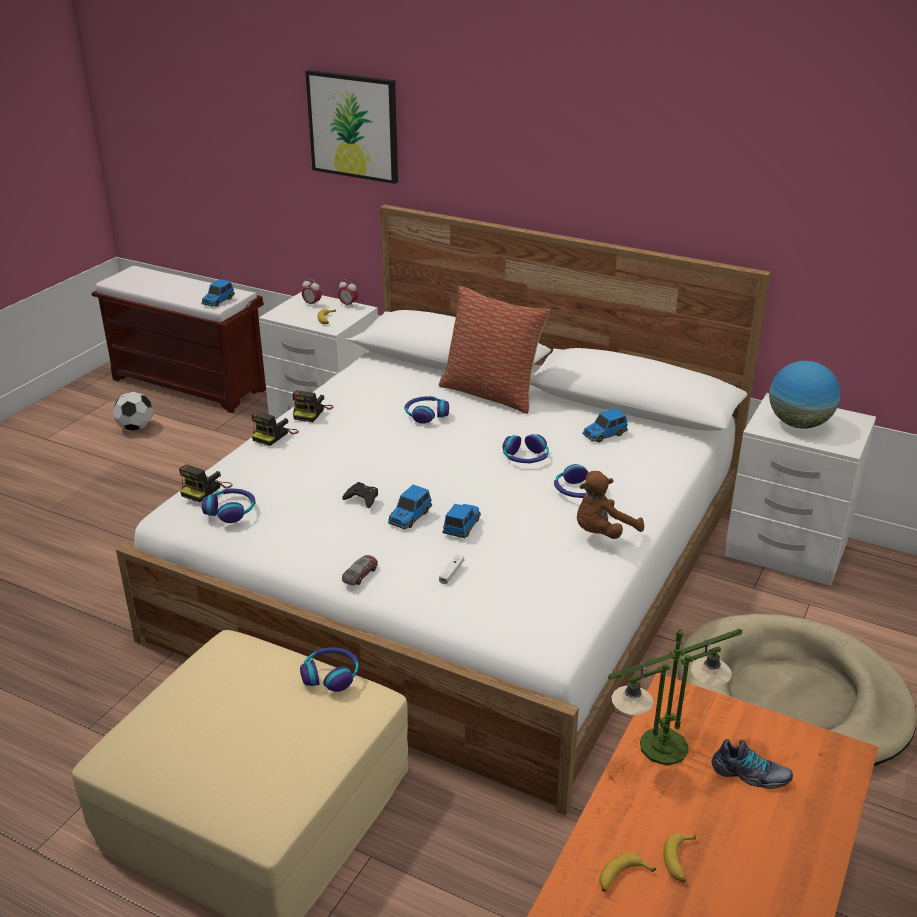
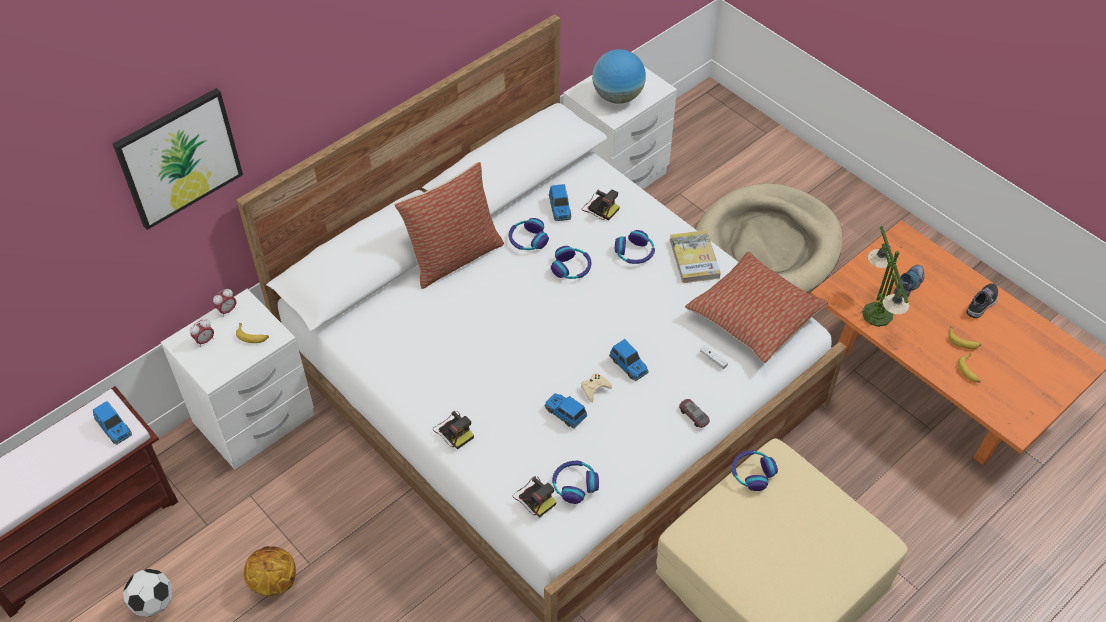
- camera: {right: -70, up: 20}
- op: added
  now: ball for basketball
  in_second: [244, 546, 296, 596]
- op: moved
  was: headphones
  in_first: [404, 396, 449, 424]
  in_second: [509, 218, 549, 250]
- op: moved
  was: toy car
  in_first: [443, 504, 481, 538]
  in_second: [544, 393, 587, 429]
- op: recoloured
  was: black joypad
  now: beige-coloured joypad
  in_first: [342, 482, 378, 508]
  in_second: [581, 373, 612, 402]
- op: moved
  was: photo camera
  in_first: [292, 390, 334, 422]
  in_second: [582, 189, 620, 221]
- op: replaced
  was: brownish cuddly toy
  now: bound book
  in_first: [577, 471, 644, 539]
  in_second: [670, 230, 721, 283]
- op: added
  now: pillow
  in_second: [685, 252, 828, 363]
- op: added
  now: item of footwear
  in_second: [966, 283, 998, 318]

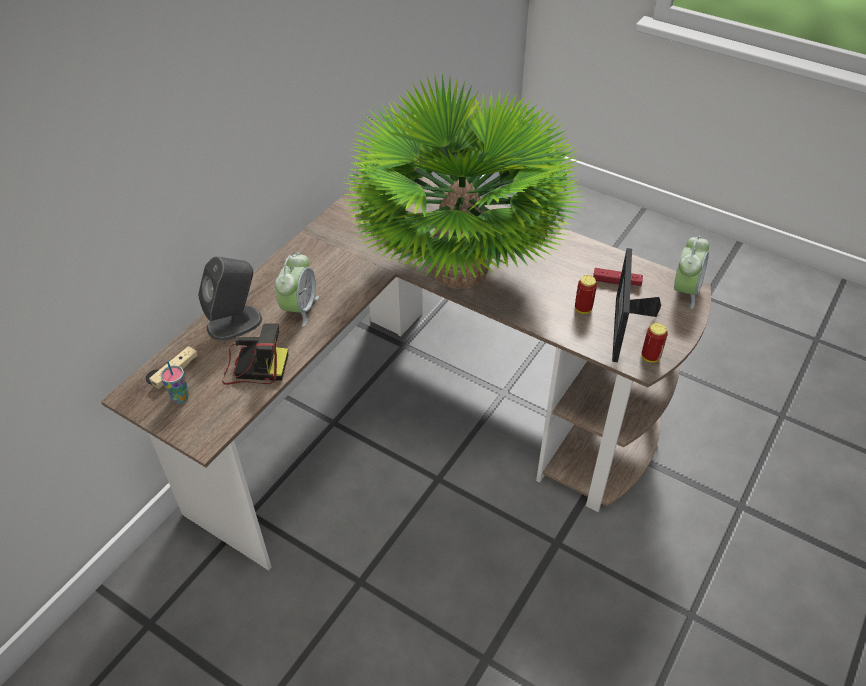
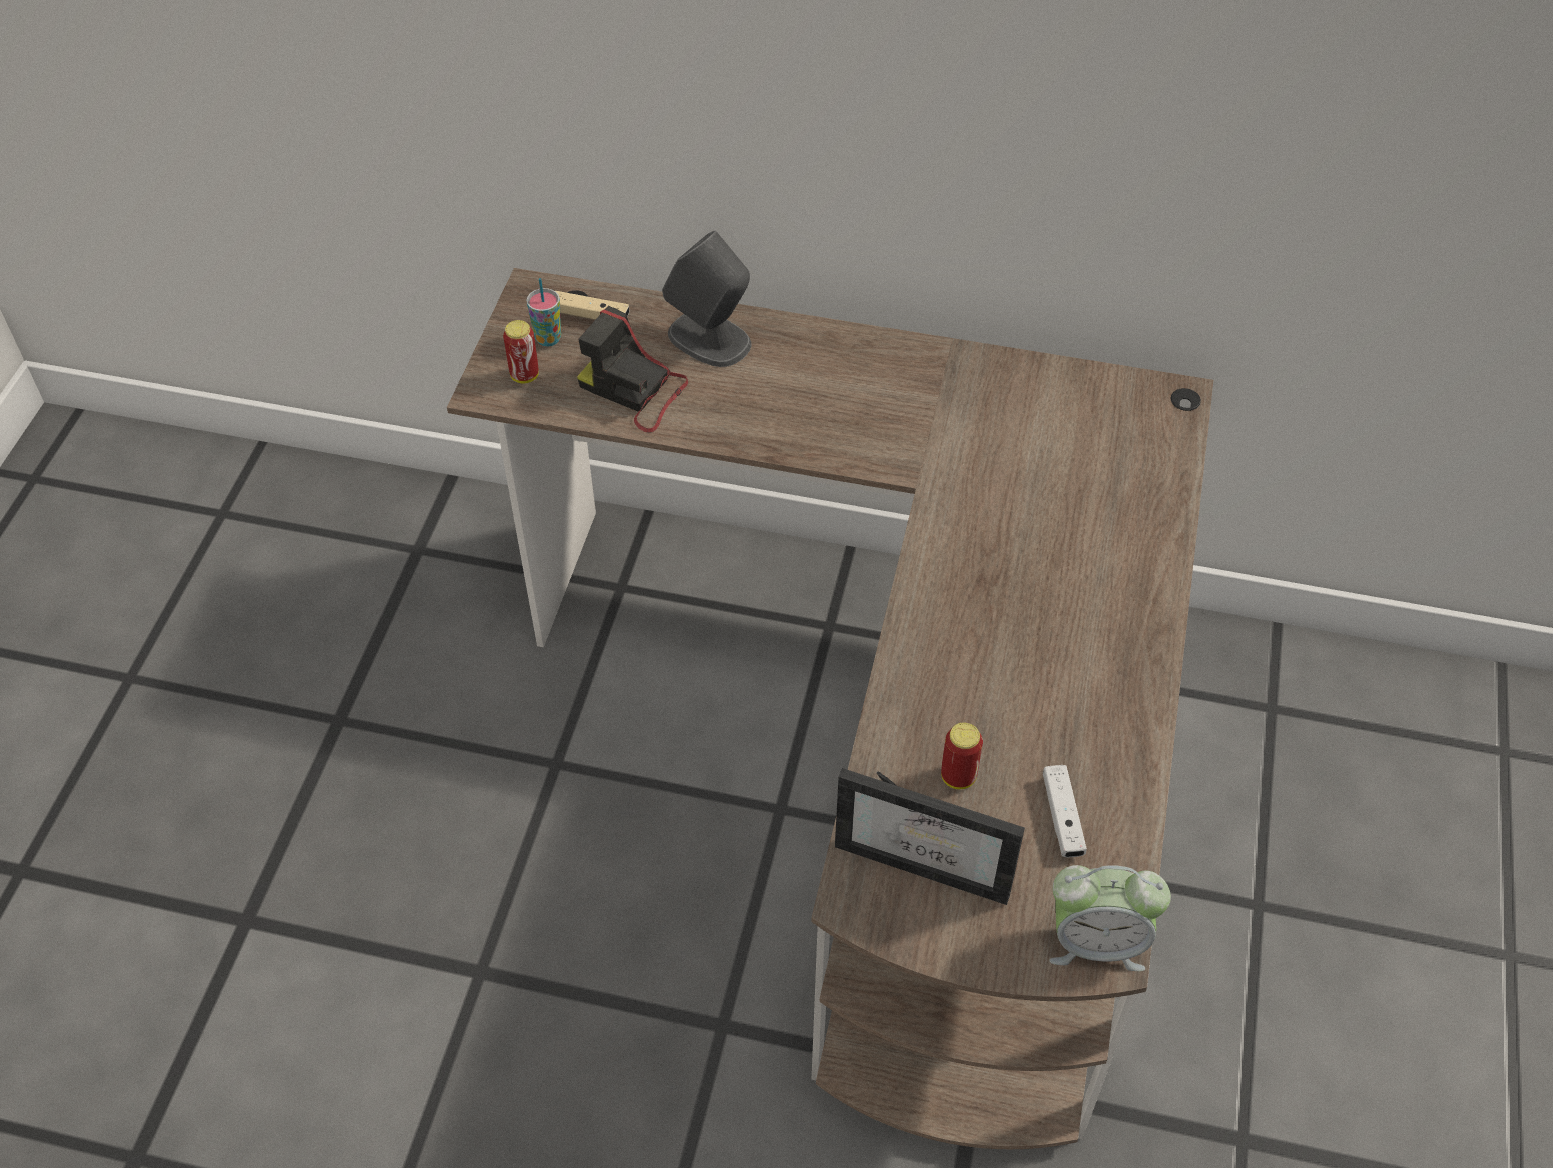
- camera: {right: 70, up: 5}
- op: moved
  was: sealed can
  in_first: [641, 323, 668, 363]
  in_second: [503, 320, 539, 383]
- op: turned
  was: photo camera
  in_first: [222, 323, 288, 385]
  in_second: [577, 306, 688, 432]
  clockwise: 135
- op: turned
  was: photo frame
  in_first: [612, 248, 661, 362]
  in_second: [835, 768, 1025, 905]
  clockwise: -150
- op: recoloured
  was: red-coloured joypad
  now: whitish joypad
  in_first: [593, 268, 643, 286]
  in_second: [1043, 765, 1087, 857]
- op: removed
  was: table clock
  in_first: [275, 253, 319, 327]
- op: removed
  was: houseplant
  in_first: [345, 73, 584, 289]

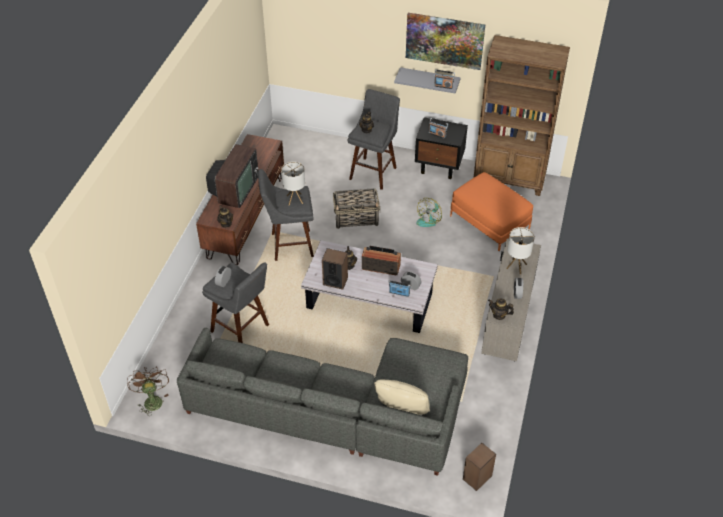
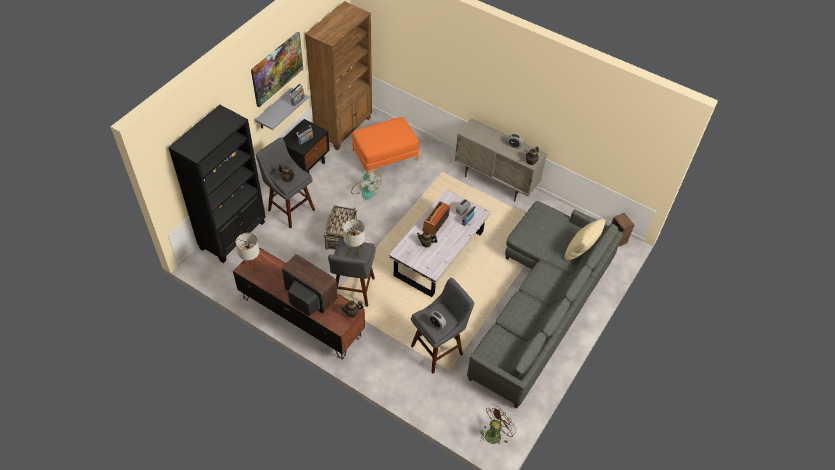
- camera: {right: -75, up: 5}
- op: added
  now: black bookshelf
  in_second: [168, 105, 266, 263]
- op: moved
  was: table lamp
  in_first: [506, 227, 535, 274]
  in_second: [236, 233, 261, 272]
- op: turned
  was: brownish cooling fan
  in_first: [127, 367, 169, 415]
  in_second: [480, 404, 516, 444]
  clockwise: 135
- op: removed
  was: audio speaker
  in_first: [322, 248, 348, 290]

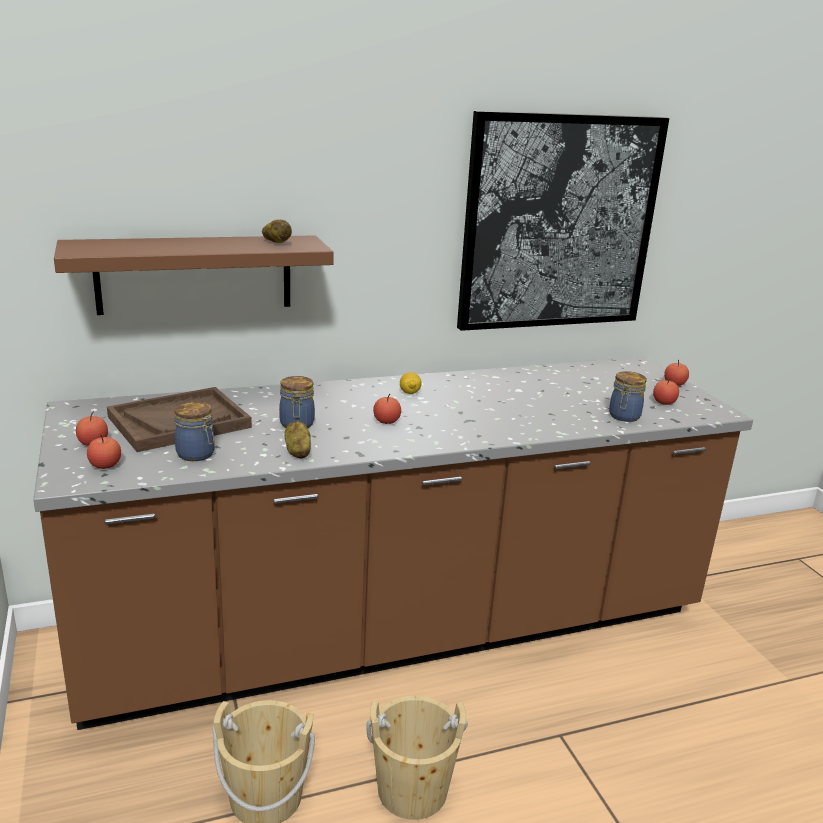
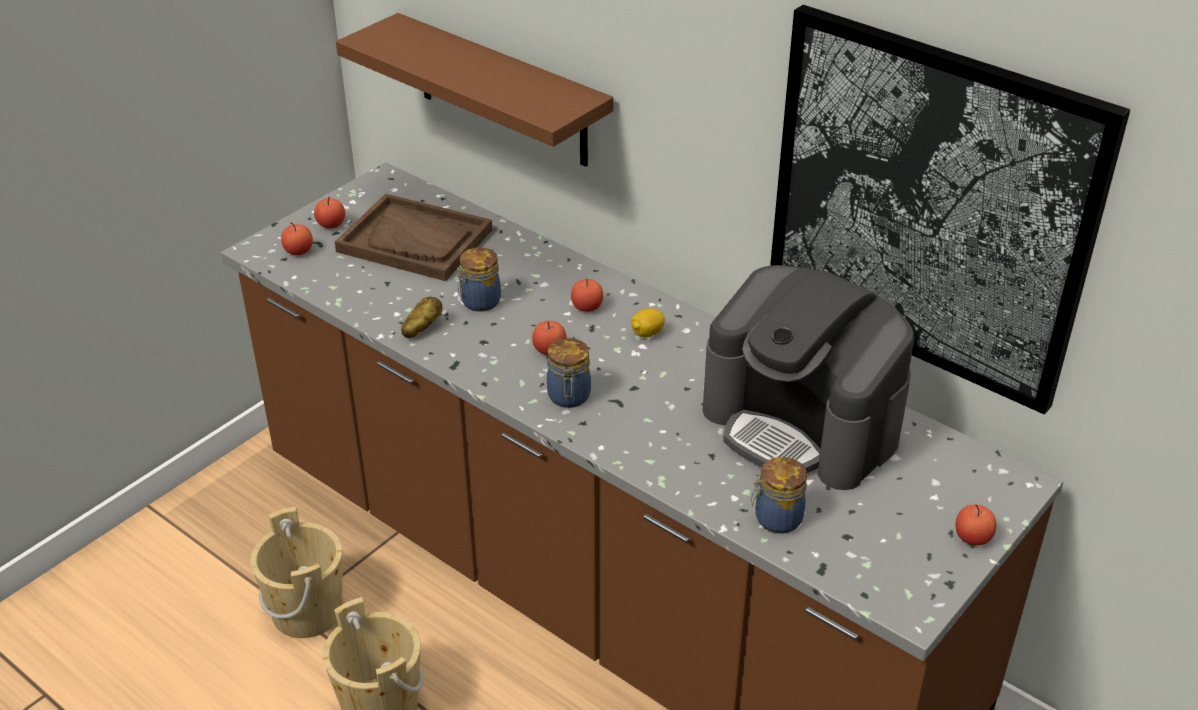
- camera: {right: 60, up: 15}
- op: moved
  was: storage jar
  in_first: [174, 401, 215, 461]
  in_second: [547, 338, 591, 408]
- op: moved
  was: whole apple
  in_first: [653, 377, 679, 405]
  in_second: [571, 279, 603, 312]
- op: added
  now: coffee maker
  in_second: [703, 265, 914, 490]
- op: removed
  was: spud
  in_first: [262, 220, 292, 243]

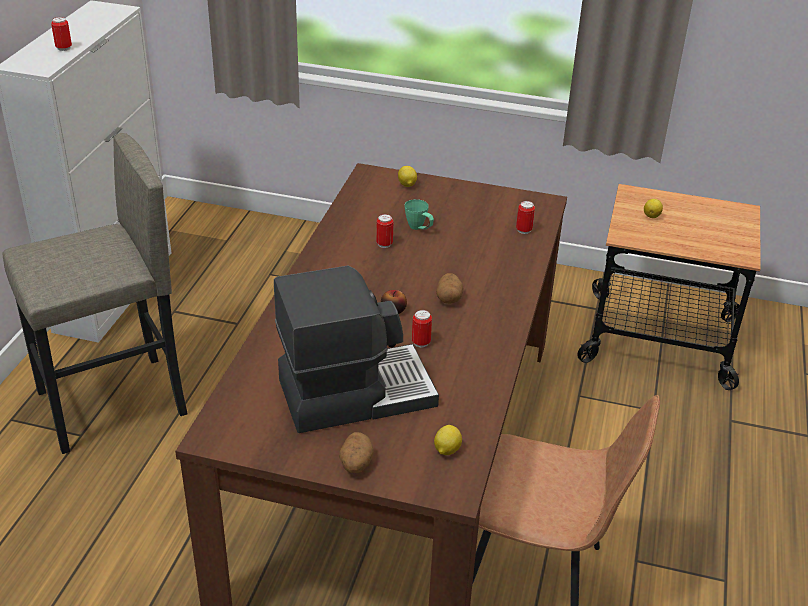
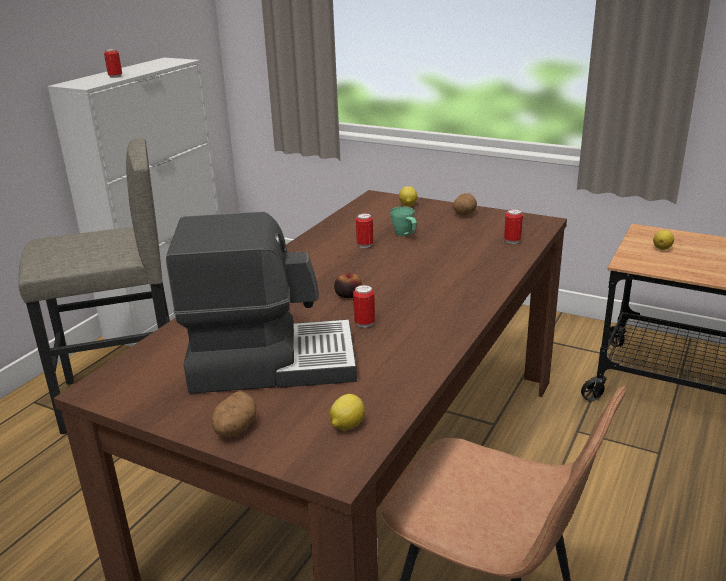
- camera: {right: 15, up: -10}
- op: moved
  was: spud
  in_first: [436, 273, 464, 304]
  in_second: [453, 193, 477, 215]

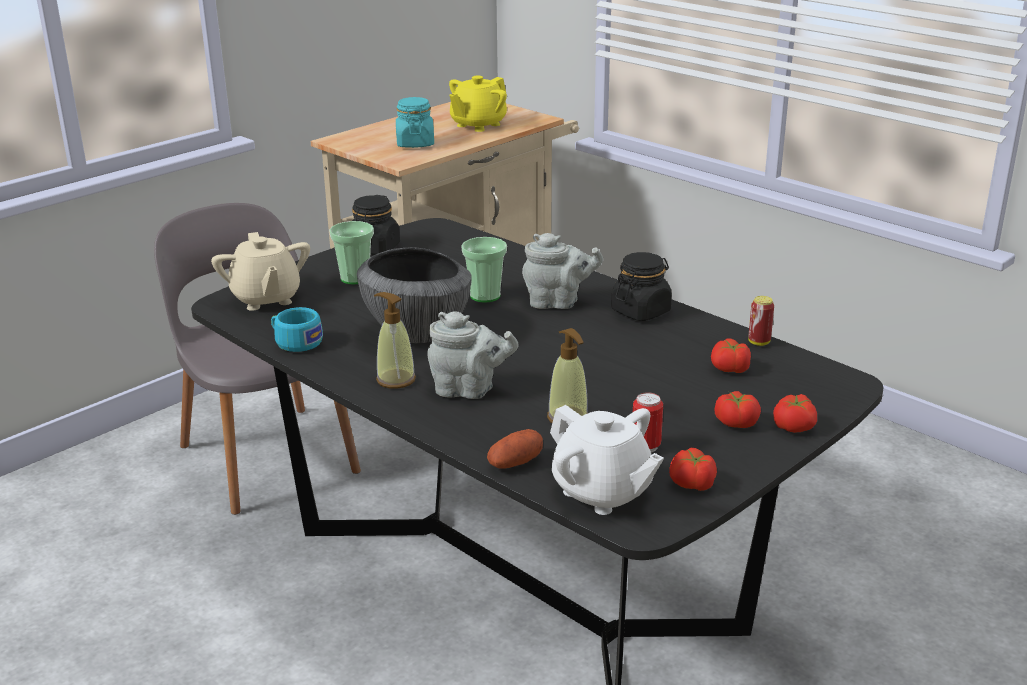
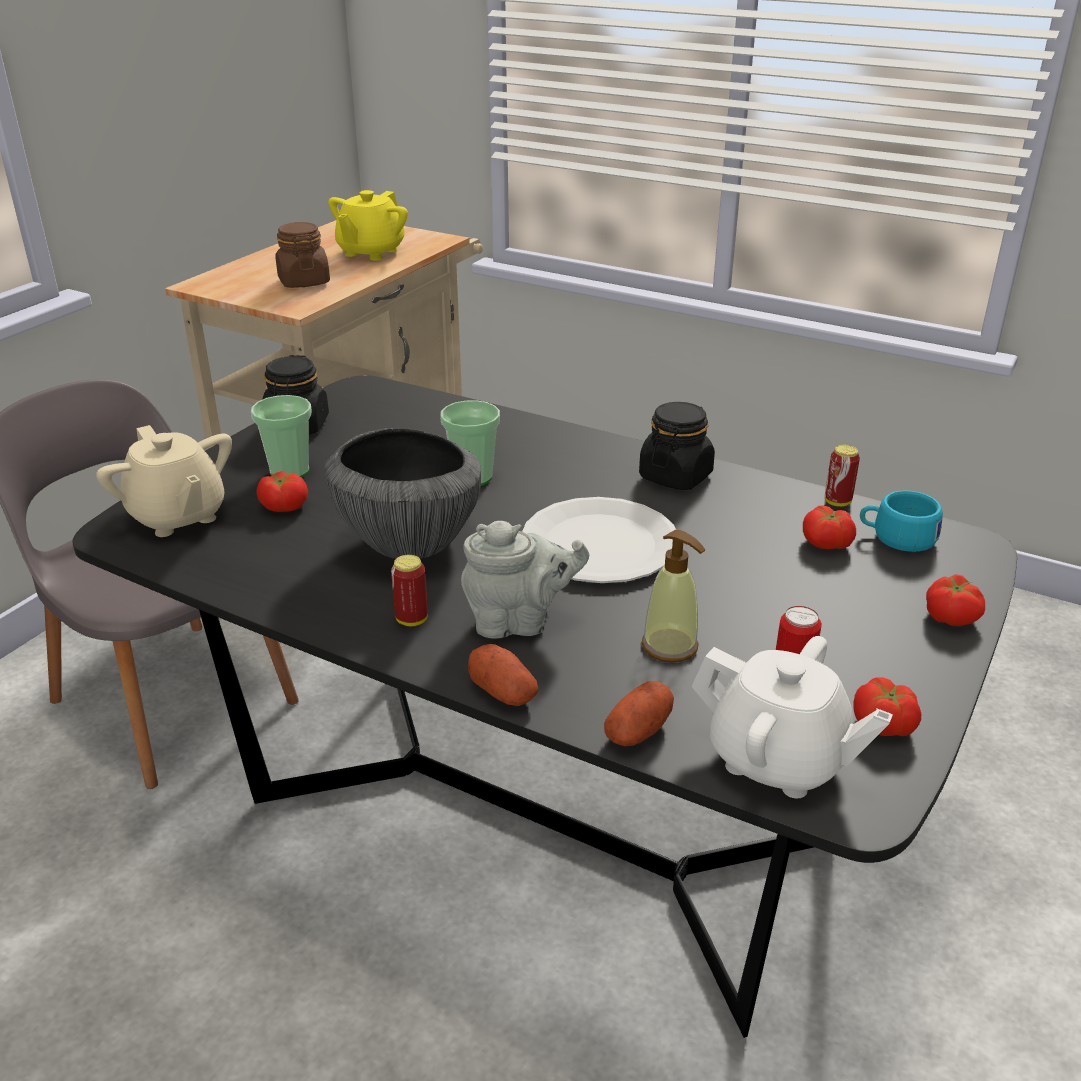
- camera: {right: -15, up: 5}
- op: moved
  was: whole tomato
  in_first: [714, 391, 761, 428]
  in_second: [257, 471, 308, 512]
- op: recoloured
  was: blue-green storage jar
  now: brownish storage jar
  in_first: [396, 97, 434, 148]
  in_second: [275, 222, 330, 288]
- op: replaced
  was: soap dispenser
  now: sealed can
  in_first: [374, 292, 416, 389]
  in_second: [391, 555, 428, 626]
- op: added
  now: spud
  in_second: [468, 644, 538, 706]
- op: added
  now: whitish flat dish
  in_second: [522, 497, 676, 583]
- op: moved
  was: blue-green small cup
  in_first: [271, 307, 323, 352]
  in_second: [860, 490, 943, 552]
- op: removed
  was: grey teapot
  in_first: [522, 233, 603, 309]

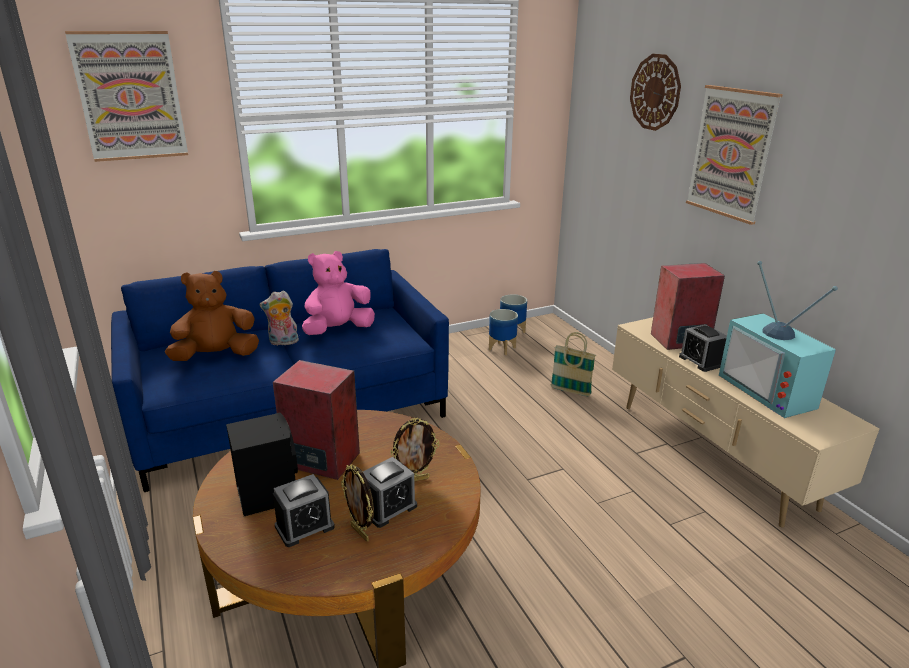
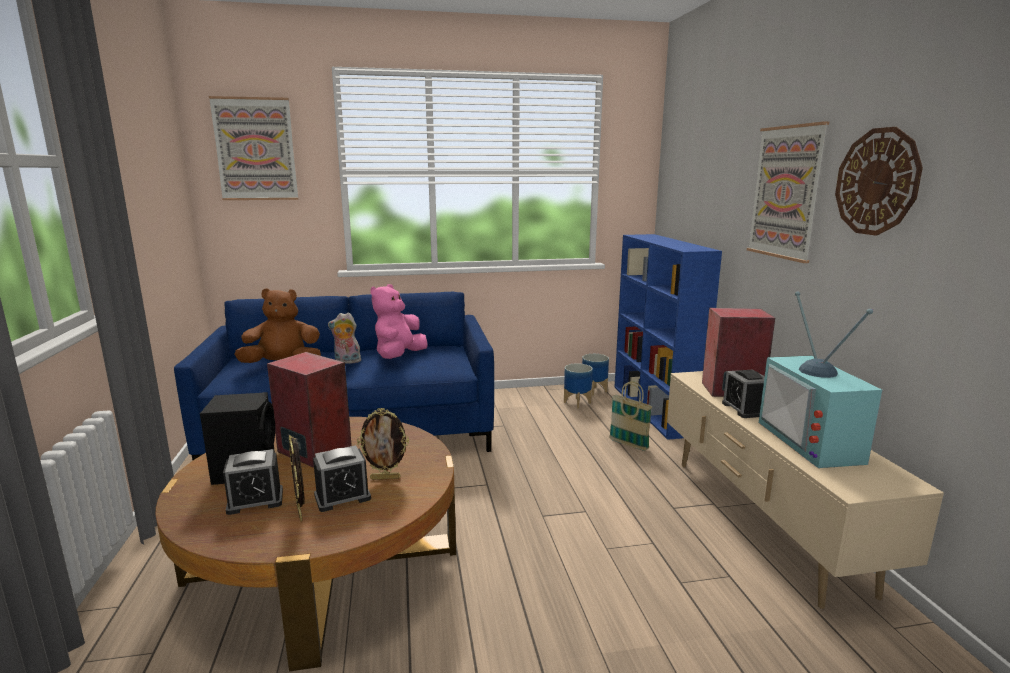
- camera: {right: 15, up: -10}
- op: turned
  was: pink cuddly toy
  in_first: [302, 251, 375, 335]
  in_second: [370, 284, 427, 359]
  clockwise: -45
- op: added
  now: bluish bookshelf
  in_second: [615, 234, 722, 440]
- op: moved
  was: hanging clock
  in_first: [630, 54, 681, 131]
  in_second: [835, 127, 923, 236]

